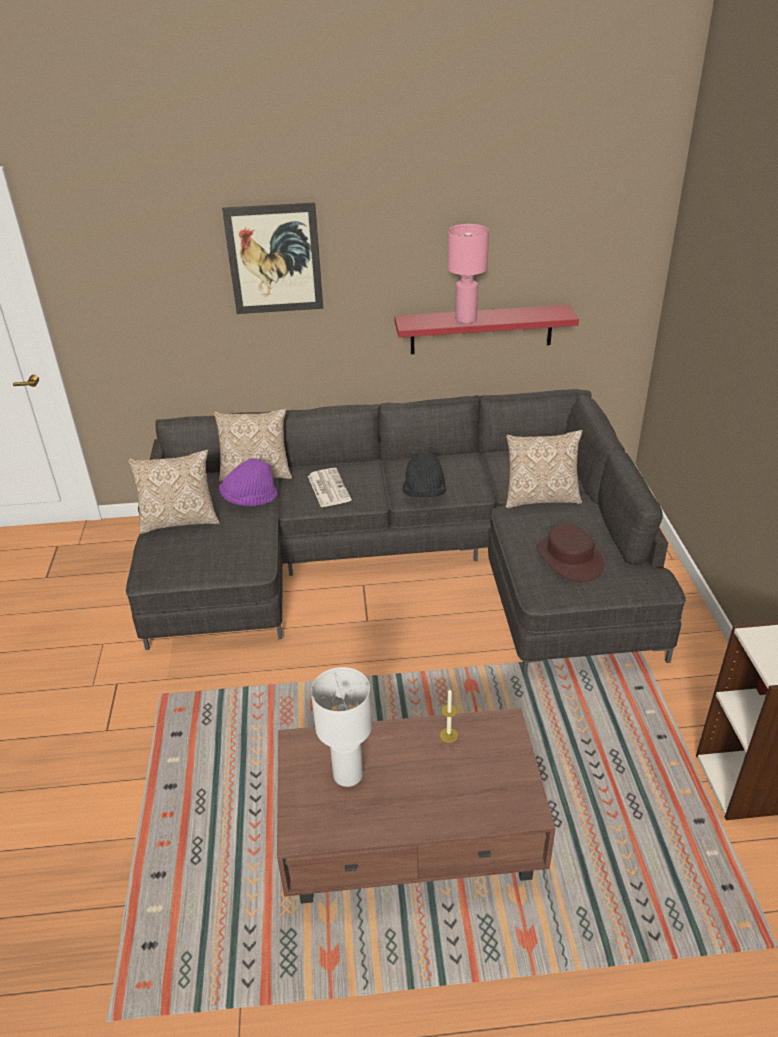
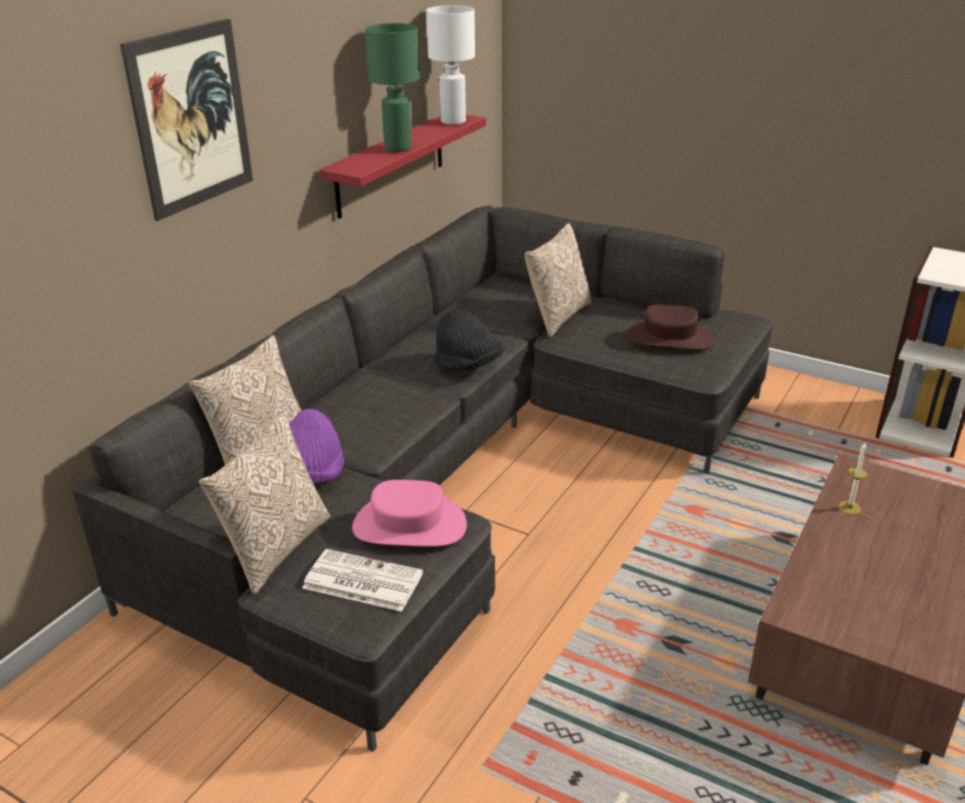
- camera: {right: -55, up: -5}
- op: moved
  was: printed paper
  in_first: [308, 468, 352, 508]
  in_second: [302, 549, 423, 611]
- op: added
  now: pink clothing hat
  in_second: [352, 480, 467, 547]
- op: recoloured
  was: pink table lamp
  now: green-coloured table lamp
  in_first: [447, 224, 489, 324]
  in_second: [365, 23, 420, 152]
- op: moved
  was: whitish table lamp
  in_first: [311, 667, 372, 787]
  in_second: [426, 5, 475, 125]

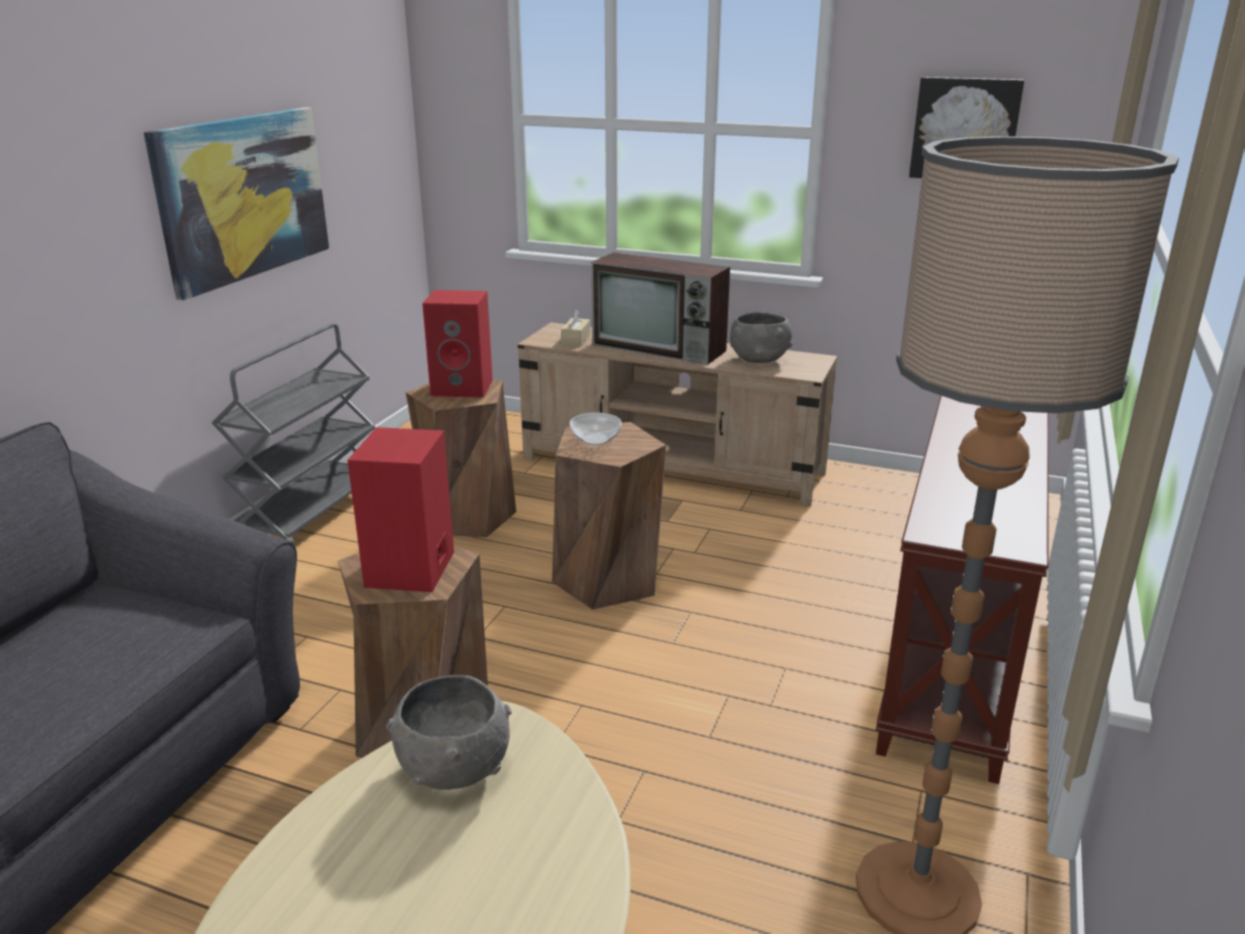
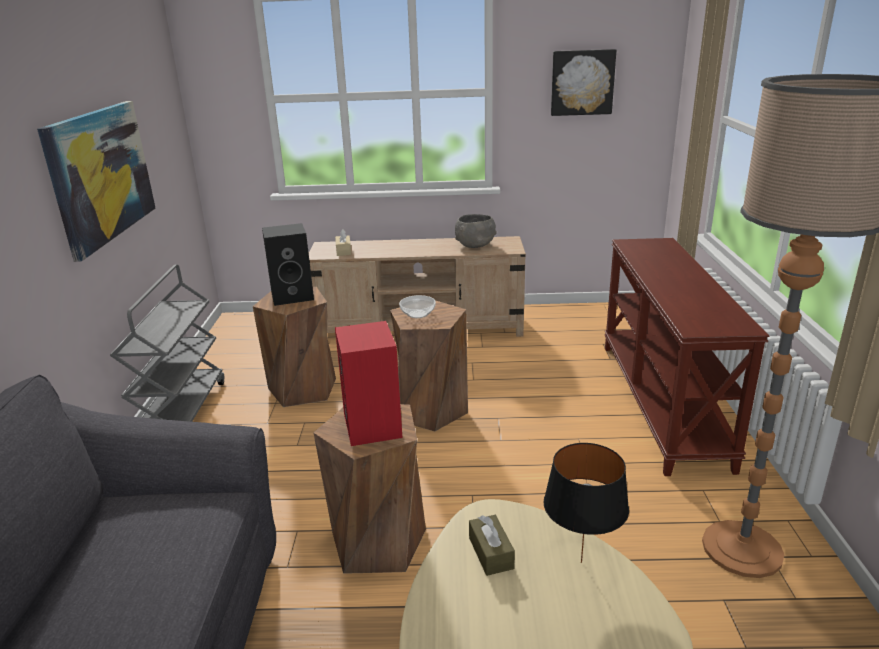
- camera: {right: -20, up: 0}
- op: recoloured
  was: red-coloured audio speaker
  now: black audio speaker
  in_first: [422, 290, 493, 398]
  in_second: [262, 223, 314, 306]
- op: replaced
  was: grey bowl
  now: brownish tissue box
  in_first: [386, 675, 512, 790]
  in_second: [469, 515, 515, 576]
- op: added
  now: black table lamp
  in_second: [543, 443, 629, 563]
- op: removed
  was: TV set
  in_first: [591, 252, 730, 365]

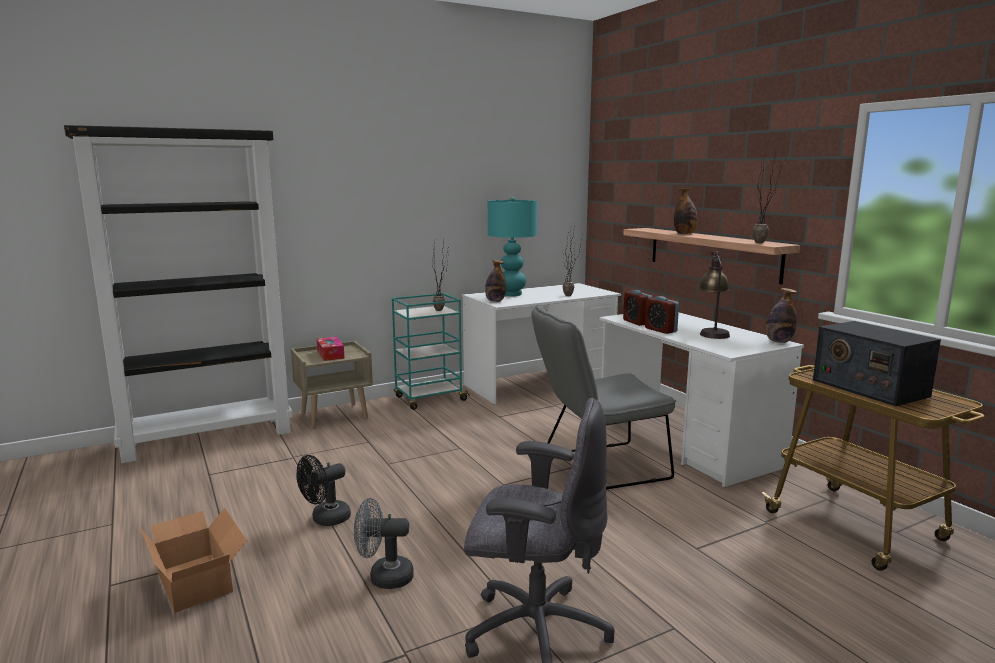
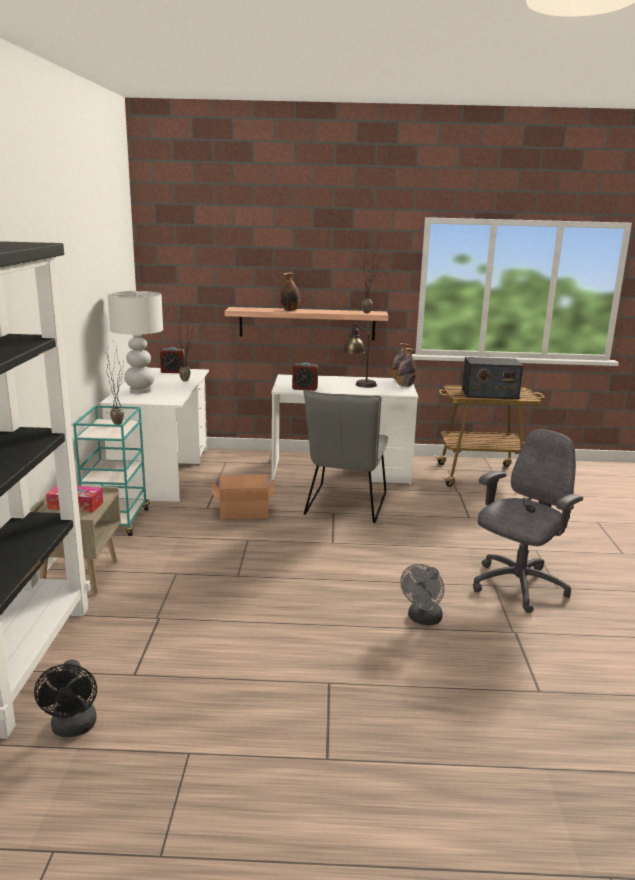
- camera: {right: -60, up: 5}
- op: moved
  was: black cooling fan
  in_first: [296, 455, 351, 526]
  in_second: [34, 659, 97, 737]
- op: recoloured
  was: blue-green table lamp
  now: whitish table lamp
  in_first: [488, 197, 537, 296]
  in_second: [108, 290, 163, 394]
- op: moved
  was: table clock
  in_first: [645, 296, 679, 334]
  in_second: [160, 347, 185, 373]
- op: moved
  was: carton
  in_first: [140, 508, 247, 613]
  in_second: [211, 475, 275, 520]
- op: moved
  was: drink bottle
  in_first: [485, 260, 506, 302]
  in_second: [396, 348, 416, 387]

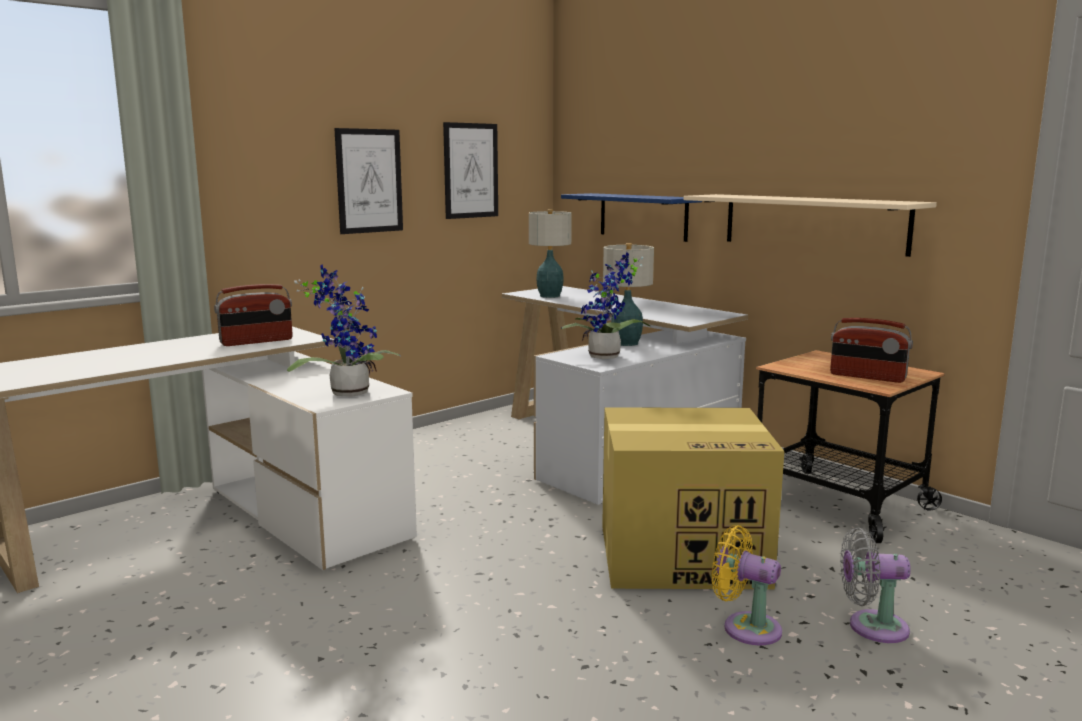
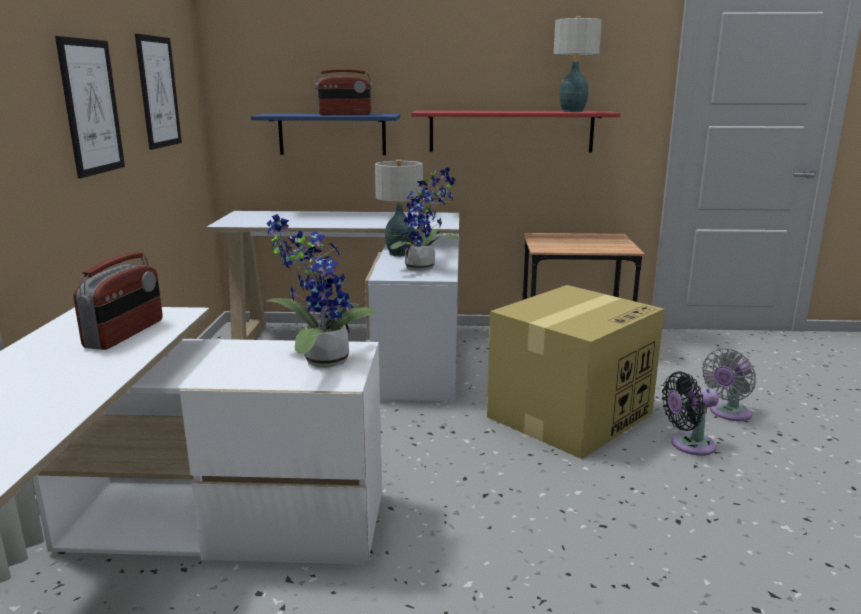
- camera: {right: -45, up: 5}
- op: moved
  was: radio set
  in_first: [830, 318, 913, 383]
  in_second: [315, 69, 372, 115]
- op: recoloured
  was: beige-coloured bracket shelf
  now: red-coloured bracket shelf
  in_first: [683, 194, 937, 257]
  in_second: [411, 111, 620, 153]
- op: moved
  was: table lamp
  in_first: [529, 209, 572, 298]
  in_second: [554, 16, 602, 112]
- op: recoloured
  was: yellow cooling fan
  now: black cooling fan
  in_first: [711, 525, 782, 645]
  in_second: [662, 372, 719, 456]

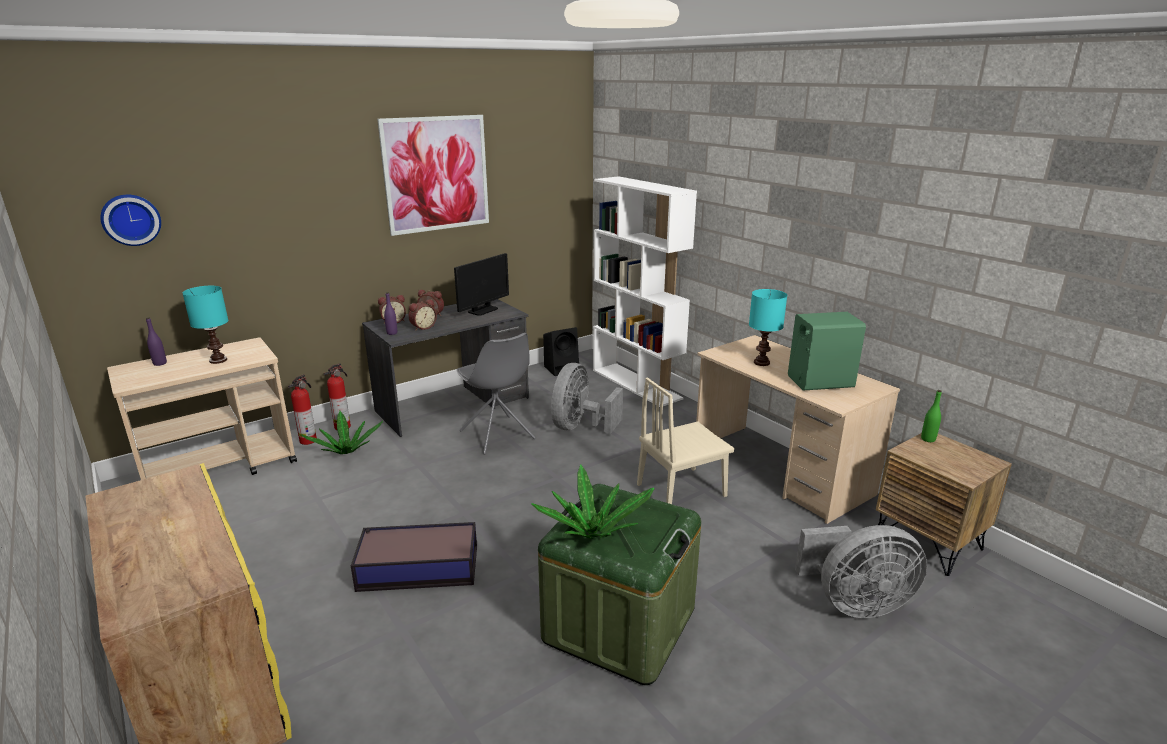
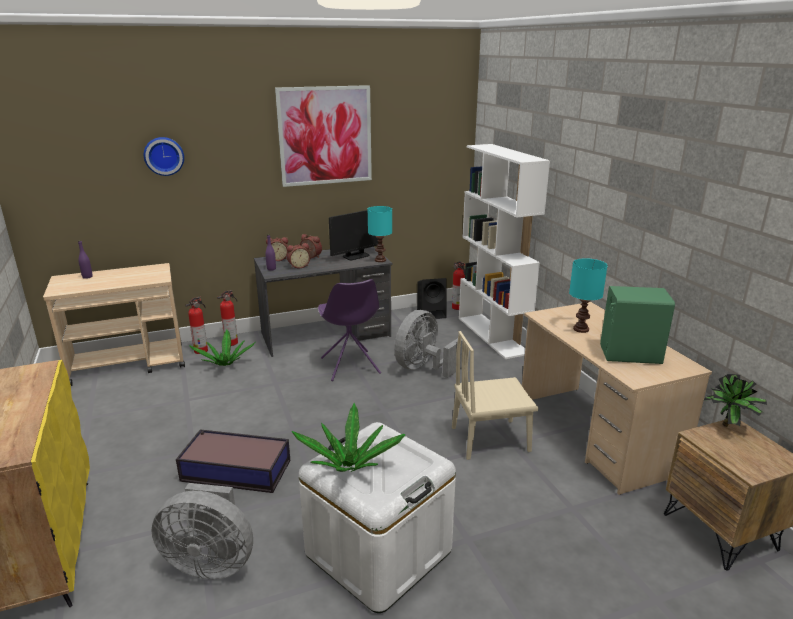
- camera: {right: 15, up: 0}
- op: moved
  was: hanging clock
  in_first: [100, 195, 161, 246]
  in_second: [144, 137, 184, 176]
- op: moved
  was: grey cooling fan
  in_first: [795, 525, 927, 618]
  in_second: [151, 483, 253, 579]
- op: recoloured
  was: green-coloured storage box
  now: whitish storage box
  in_first: [538, 484, 701, 685]
  in_second: [299, 422, 456, 613]
- op: recoloured
  was: grey chair
  now: purplish chair
  in_first: [456, 333, 536, 454]
  in_second: [318, 279, 381, 381]
- op: moved
  was: blue-green table lamp
  in_first: [182, 286, 228, 364]
  in_second: [368, 206, 392, 262]
- op: added
  now: extinguisher
  in_second: [452, 261, 465, 310]
- op: replaced
  was: green-coloured drink bottle
  now: houseplant
  in_first: [921, 390, 942, 442]
  in_second: [704, 374, 767, 427]

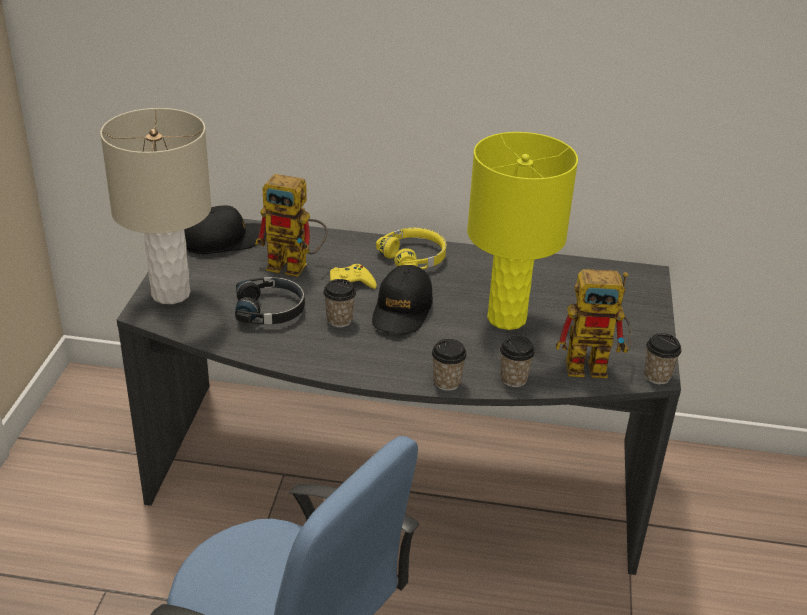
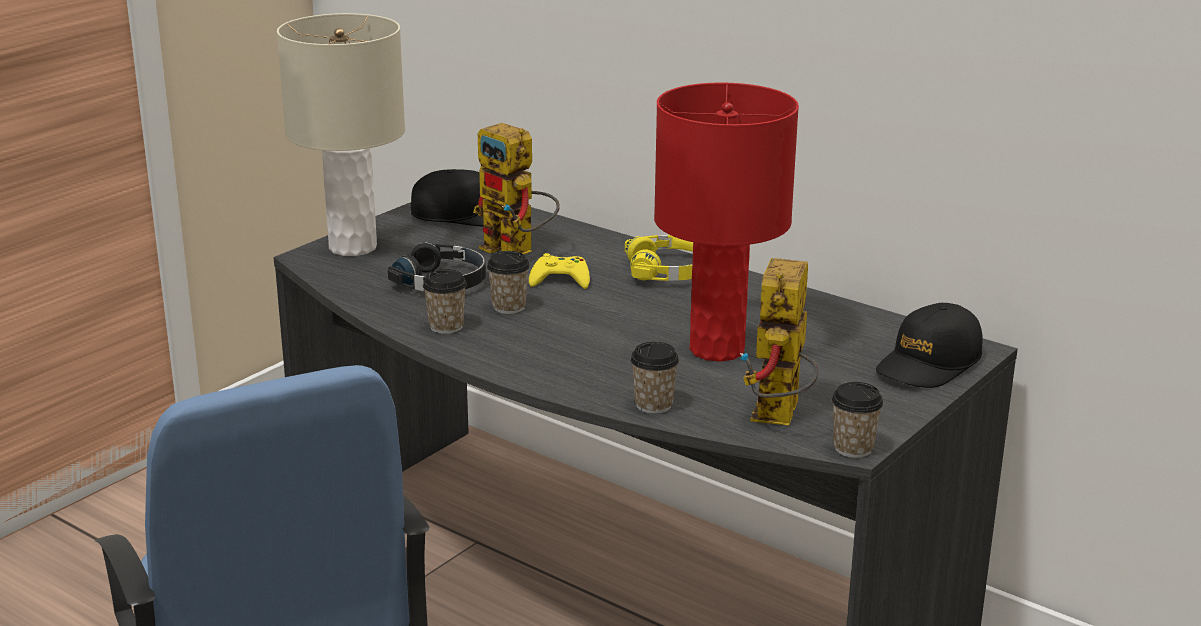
- camera: {right: 30, up: -10}
- op: moved
  was: small cup
  in_first: [432, 339, 467, 391]
  in_second: [423, 269, 467, 334]
- op: recoloured
  was: yellow table lamp
  now: red-coloured table lamp
  in_first: [467, 132, 578, 330]
  in_second: [654, 82, 799, 362]
- op: turned
  was: toy robot
  in_first: [556, 269, 631, 378]
  in_second: [740, 258, 818, 425]
  clockwise: 75
- op: moved
  was: black peaked cap
  in_first: [372, 265, 433, 334]
  in_second: [876, 303, 983, 388]

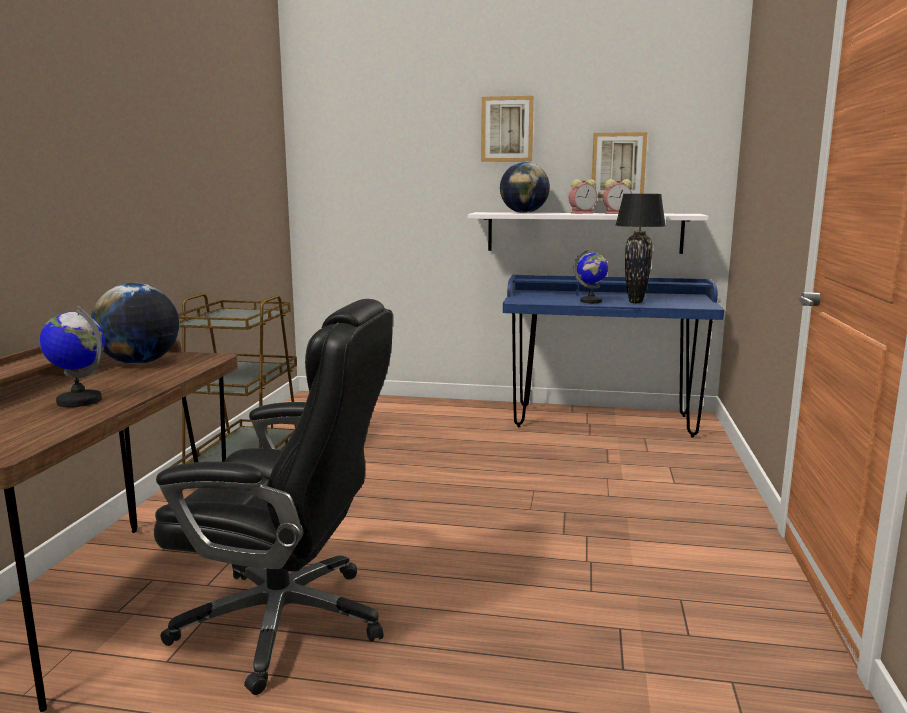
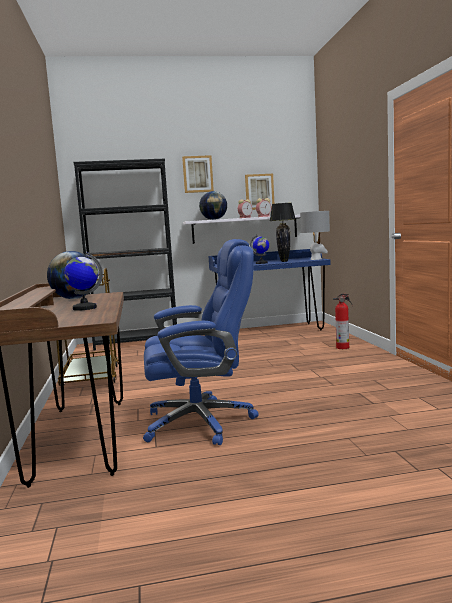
- camera: {right: -20, up: -5}
- op: added
  now: black bookshelf
  in_second: [74, 159, 177, 351]
- op: recoloured
  was: black desk chair
  now: bluish desk chair
  in_first: [154, 299, 393, 695]
  in_second: [143, 239, 259, 445]
- op: added
  now: grey table lamp
  in_second: [300, 211, 330, 260]
- op: added
  now: extinguisher
  in_second: [333, 294, 352, 349]

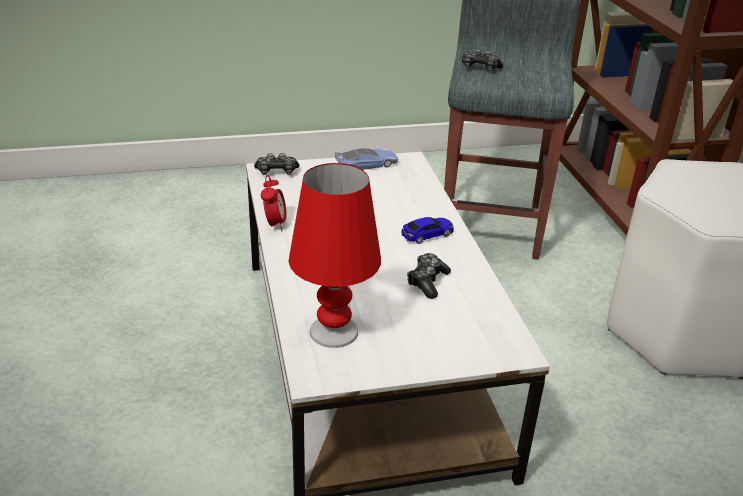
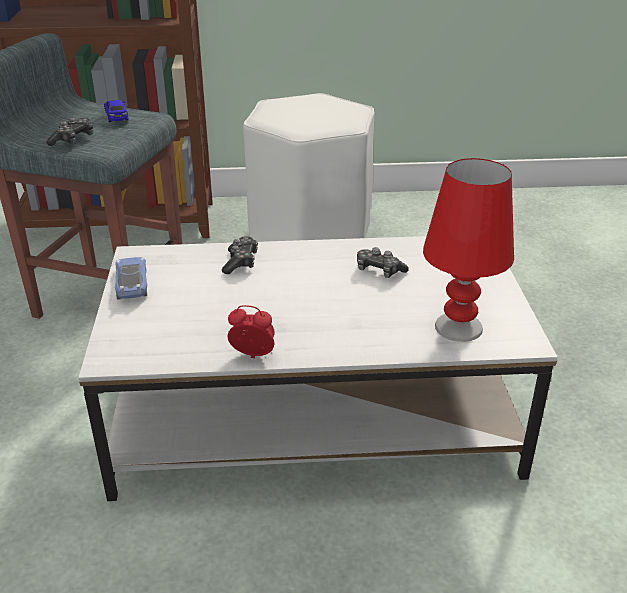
- camera: {right: -80, up: 0}
- op: moved
  was: toy car
  in_first: [401, 217, 454, 244]
  in_second: [104, 100, 128, 122]
- op: moved
  was: joypad
  in_first: [254, 153, 299, 175]
  in_second: [222, 236, 258, 274]

